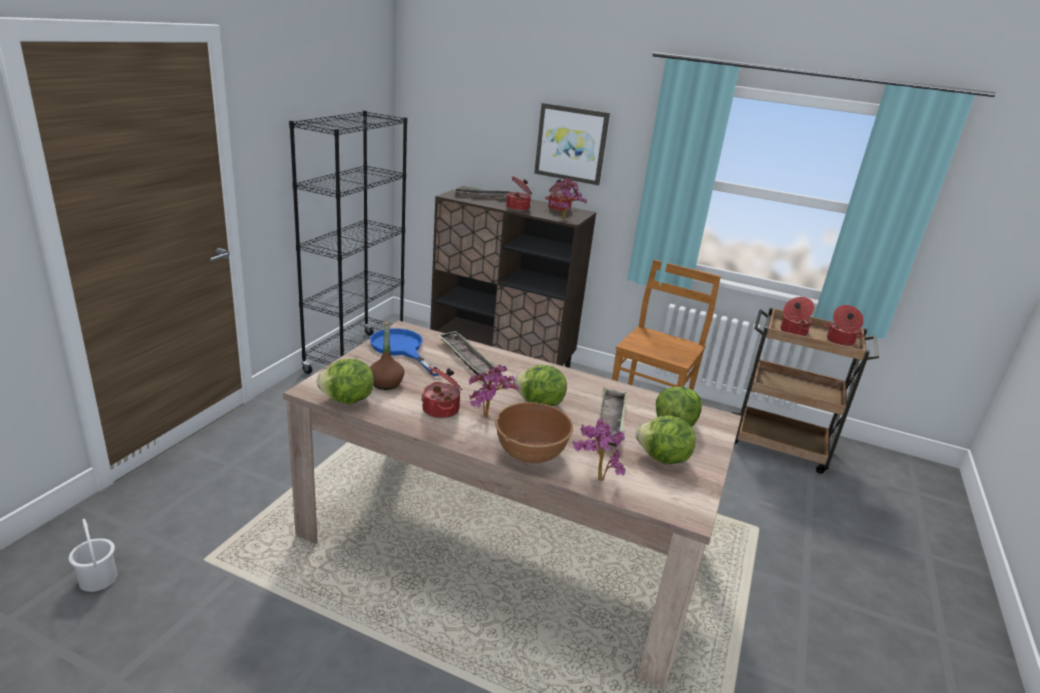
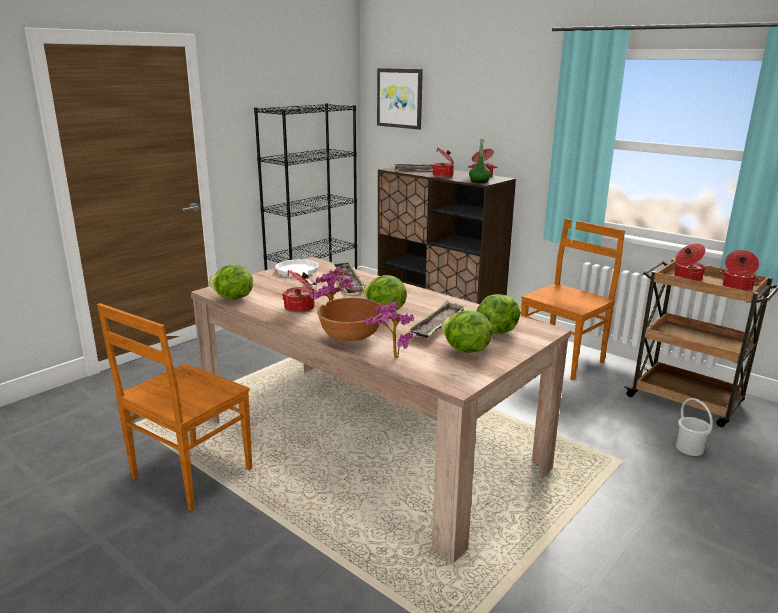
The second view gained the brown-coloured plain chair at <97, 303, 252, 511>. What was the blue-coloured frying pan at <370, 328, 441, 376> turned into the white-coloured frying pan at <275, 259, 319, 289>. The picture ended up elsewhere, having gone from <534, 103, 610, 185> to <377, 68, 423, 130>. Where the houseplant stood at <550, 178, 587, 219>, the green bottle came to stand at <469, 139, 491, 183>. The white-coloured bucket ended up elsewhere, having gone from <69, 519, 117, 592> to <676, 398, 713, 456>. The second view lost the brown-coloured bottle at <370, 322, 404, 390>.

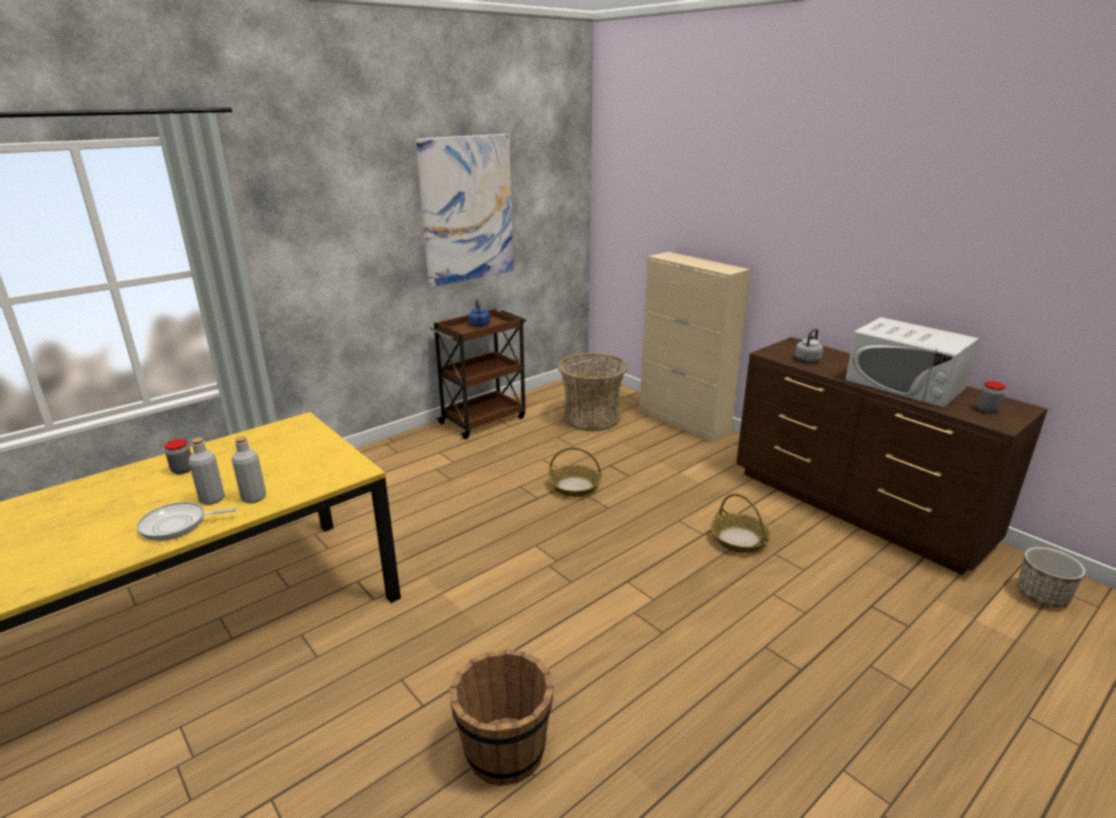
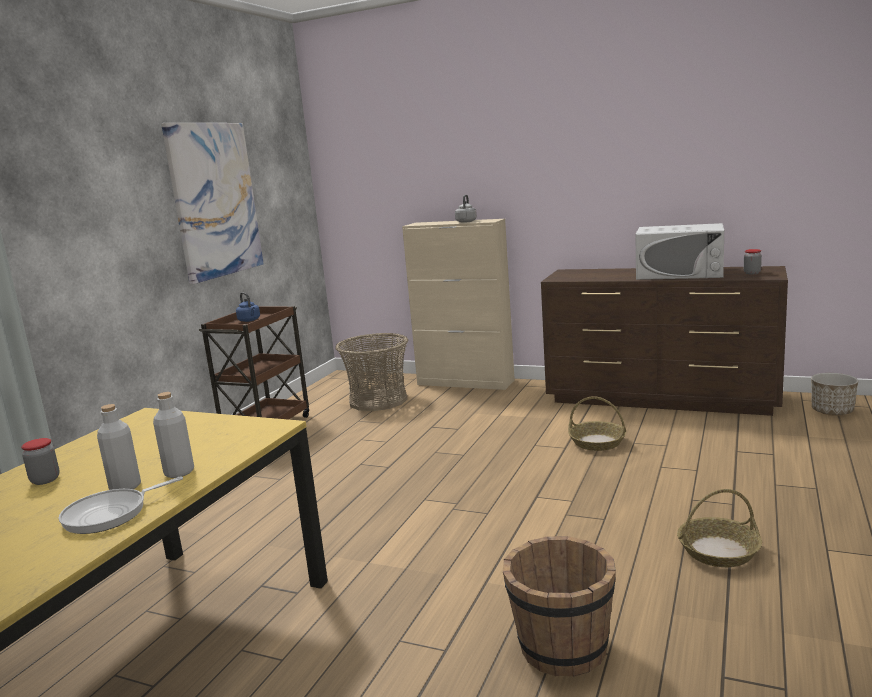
The grey kettle ended up elsewhere, having gone from <795, 328, 823, 362> to <455, 195, 477, 223>. The household basket ended up elsewhere, having gone from <549, 447, 601, 497> to <677, 489, 762, 567>.

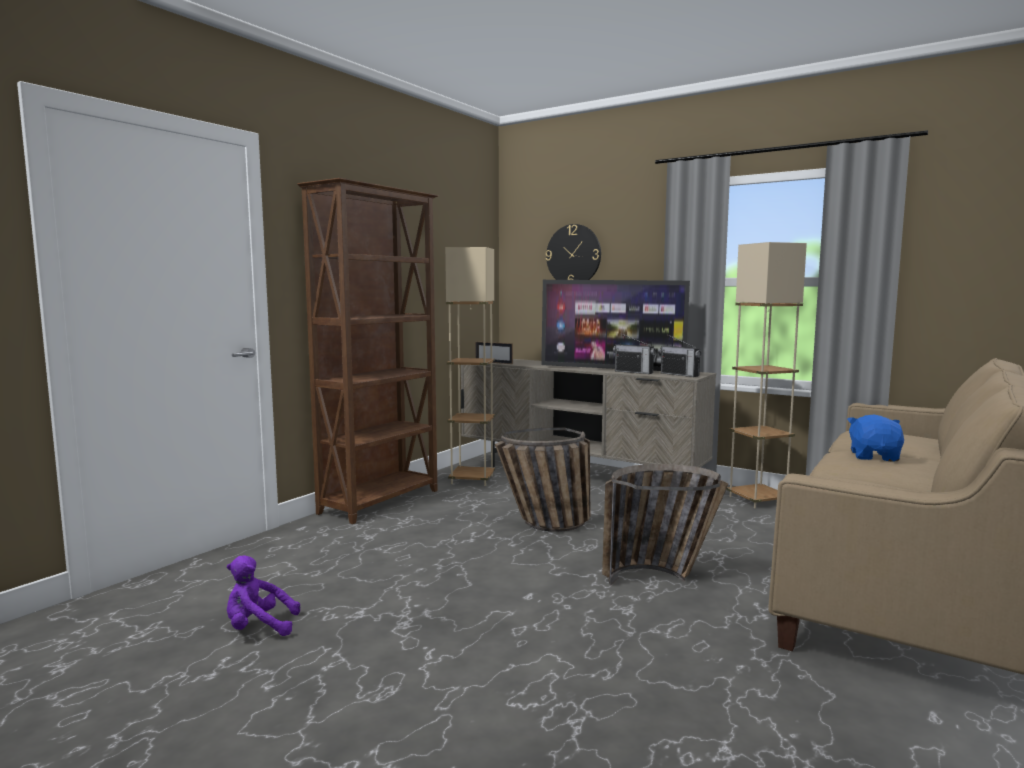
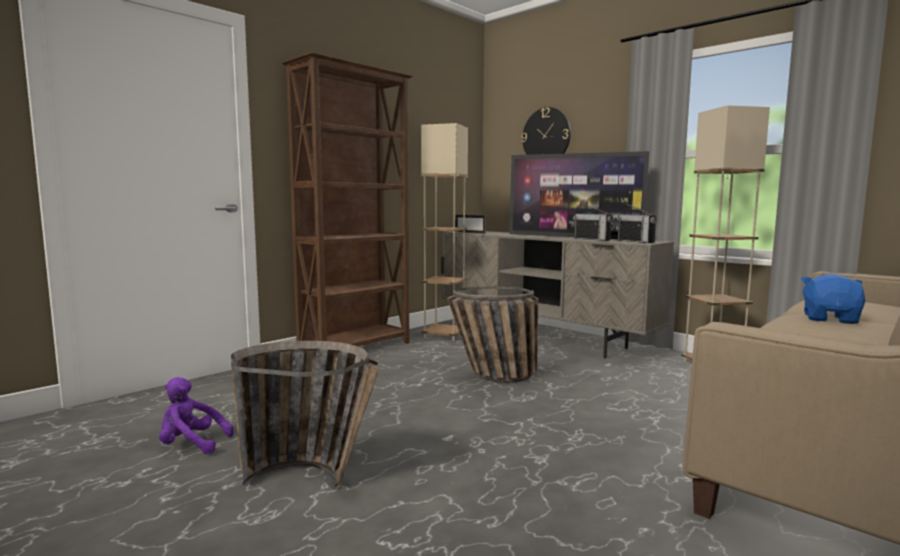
The household basket ended up elsewhere, having gone from <602, 464, 728, 585> to <231, 341, 380, 490>.

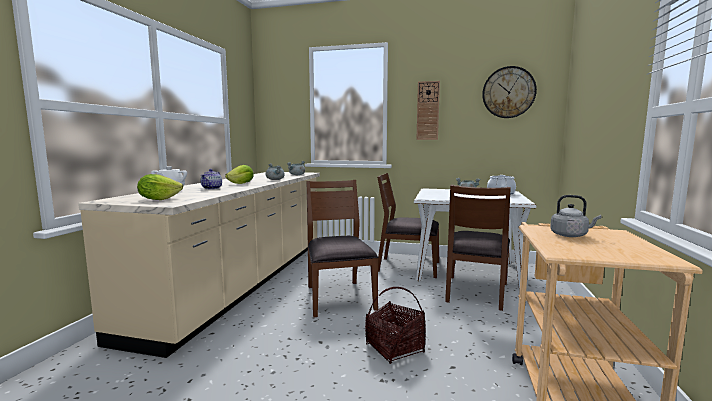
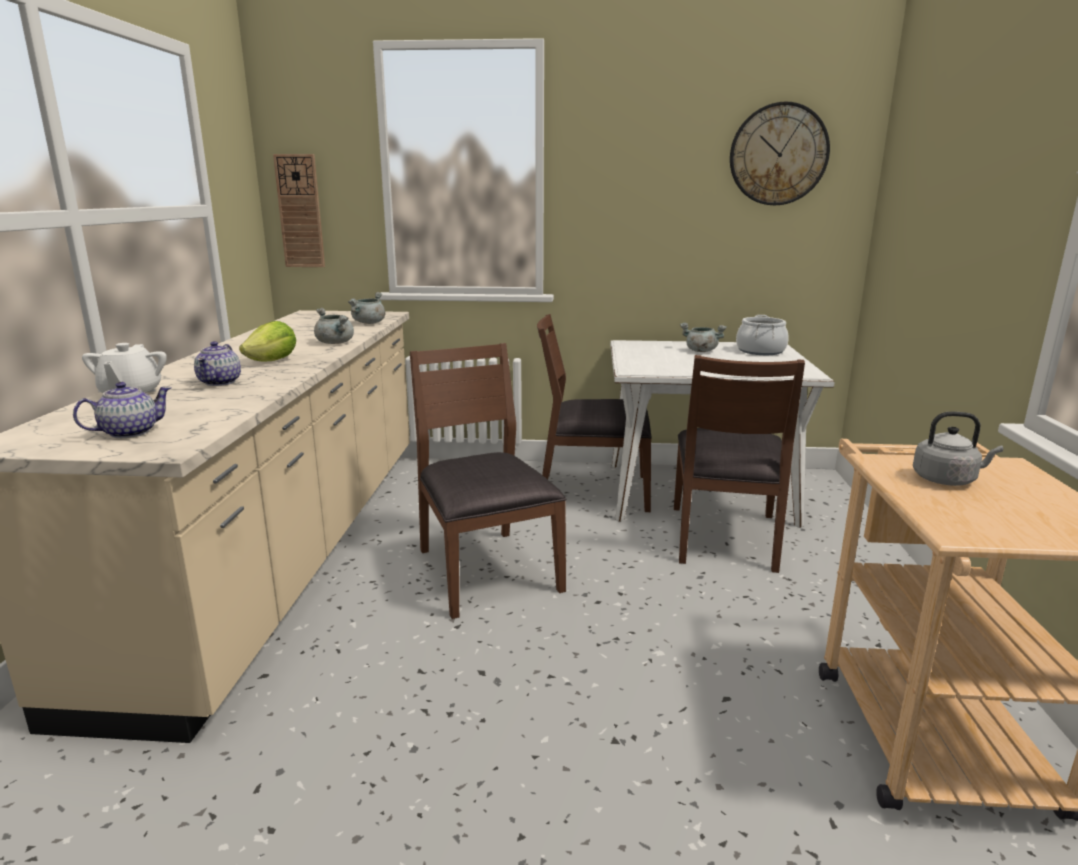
Where the lettuce stood at <137, 174, 183, 200>, the pot for tea came to stand at <73, 382, 171, 438>. The wall clock ended up elsewhere, having gone from <416, 81, 440, 140> to <273, 154, 325, 267>. The second view lost the household basket at <365, 287, 426, 364>.

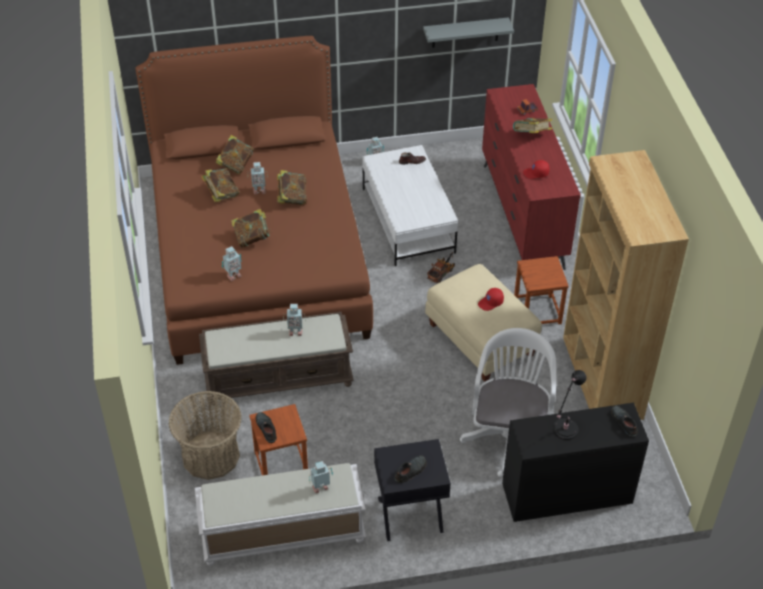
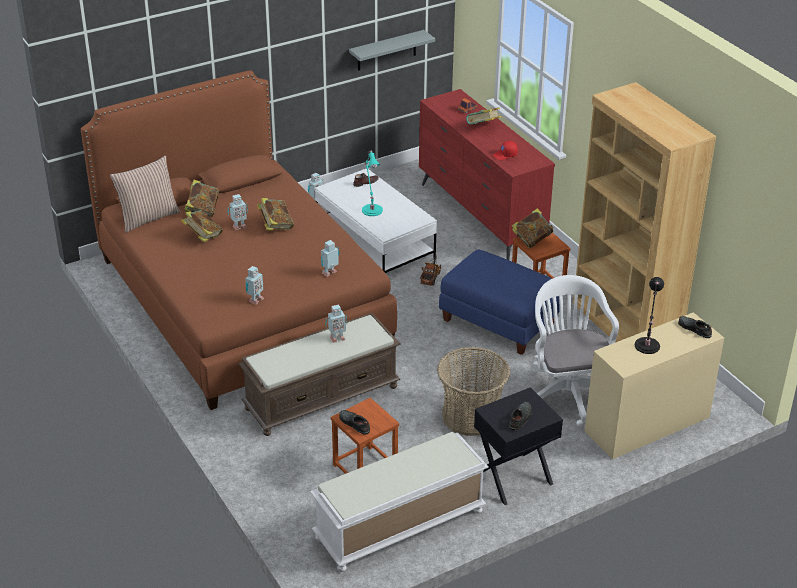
The second view gained the pillow at <110, 156, 181, 233>. The robot figure ended up elsewhere, having gone from <309, 461, 333, 493> to <321, 240, 339, 277>. The second view gained the blue-green tabletop lamp at <362, 150, 383, 216>. The household basket ended up elsewhere, having gone from <168, 391, 242, 480> to <437, 347, 510, 436>. What was the sand-coloured ottoman at <425, 264, 542, 382> turned into the blue-coloured ottoman at <439, 250, 560, 355>. The book ended up elsewhere, having gone from <231, 209, 271, 247> to <512, 208, 554, 248>. What was the black-coloured desk at <502, 403, 649, 522> turned into the sand-coloured desk at <585, 312, 724, 459>. The second view lost the reddish cap at <478, 288, 504, 311>.

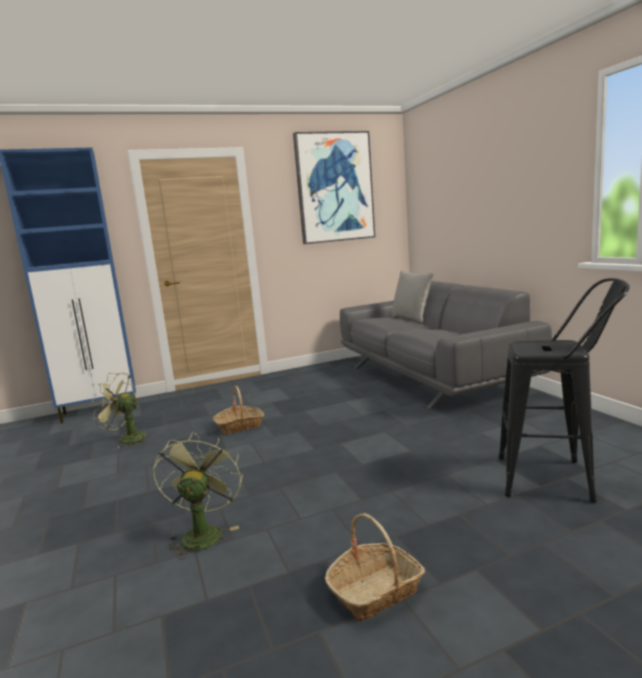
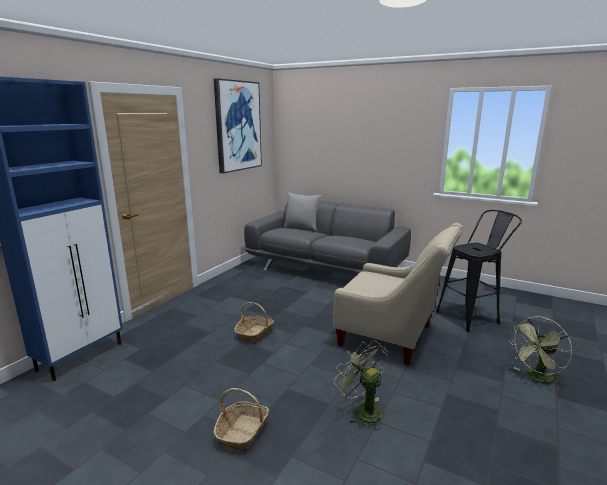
The household basket ended up elsewhere, having gone from <325, 513, 425, 621> to <214, 388, 269, 452>. The second view gained the sand-coloured armchair at <333, 223, 464, 365>. The green cooling fan ended up elsewhere, having gone from <92, 373, 149, 448> to <509, 316, 572, 389>.

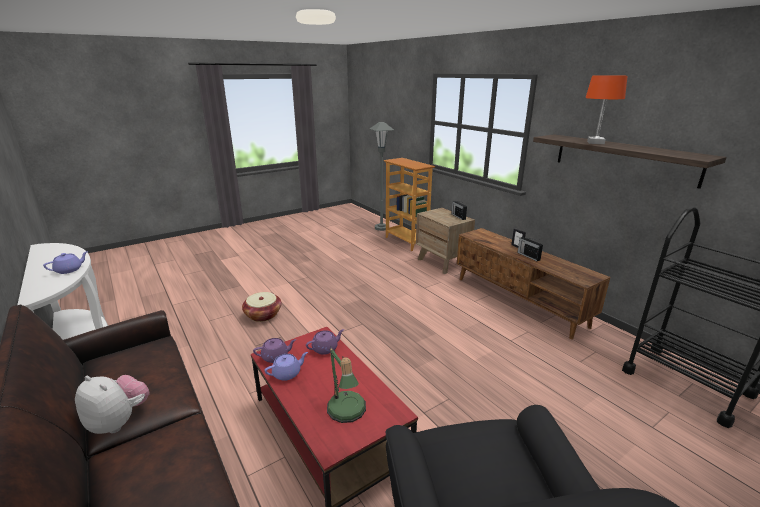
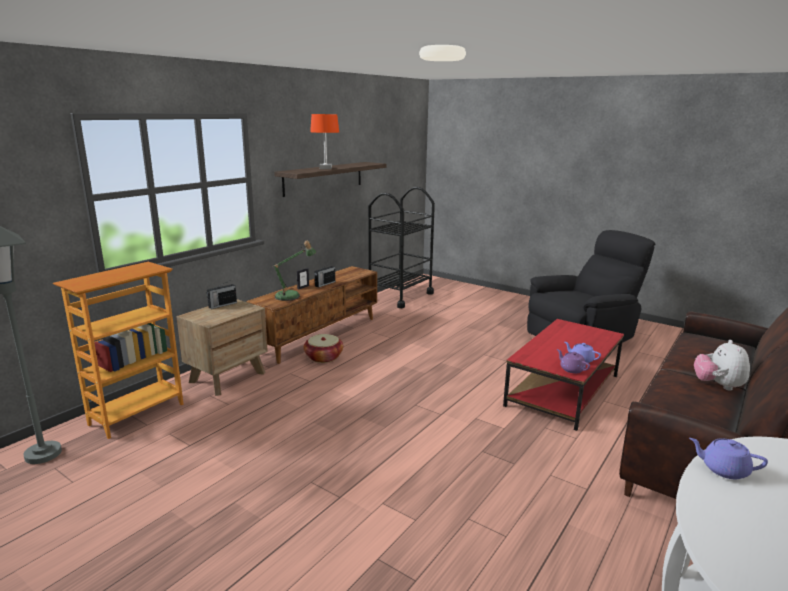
The tabletop lamp ended up elsewhere, having gone from <327, 347, 366, 423> to <273, 241, 316, 301>. The household basket ended up elsewhere, having gone from <242, 292, 282, 322> to <304, 334, 343, 363>. The second view lost the purple pot for tea at <306, 329, 344, 355>.

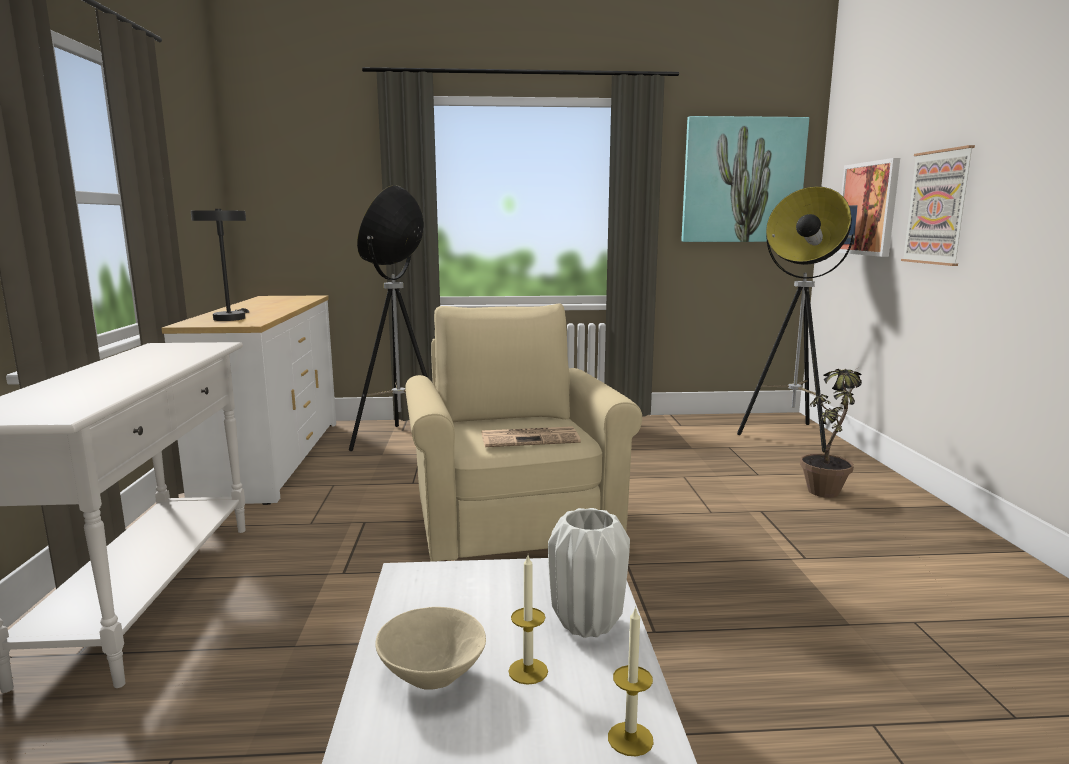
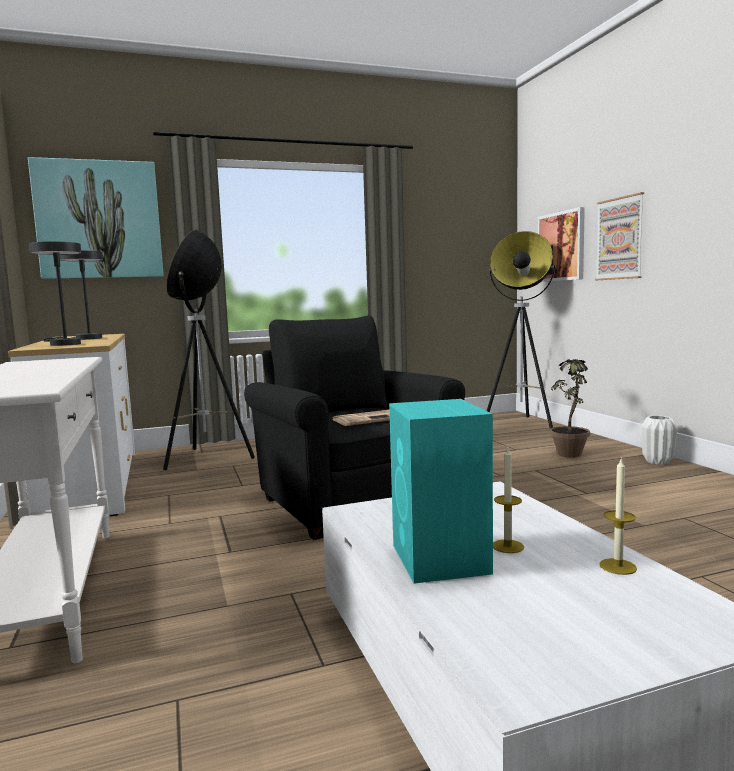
The picture ended up elsewhere, having gone from <681, 116, 809, 242> to <28, 157, 163, 279>. The second view gained the grey tabletop lamp at <43, 250, 103, 342>. What was the sand-coloured armchair at <405, 303, 642, 562> turned into the black-coloured armchair at <244, 315, 465, 540>. Where the sand-coloured bowl stood at <376, 607, 486, 690>, the blue-green loudspeaker came to stand at <389, 399, 493, 584>. The white-coloured decorative vase ended up elsewhere, having gone from <548, 508, 630, 638> to <642, 415, 677, 465>.

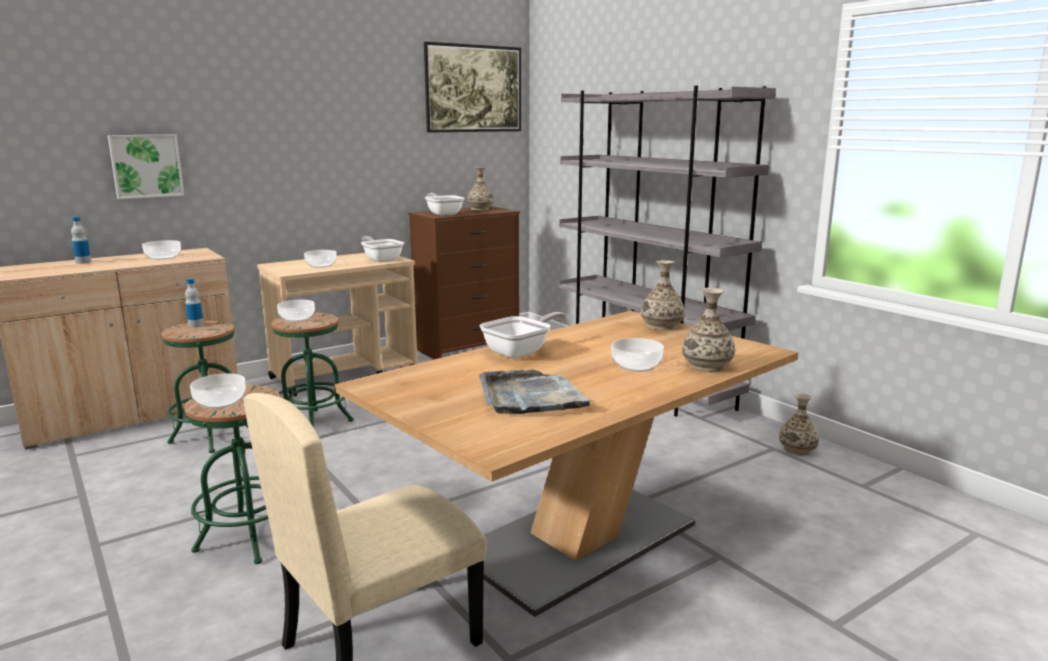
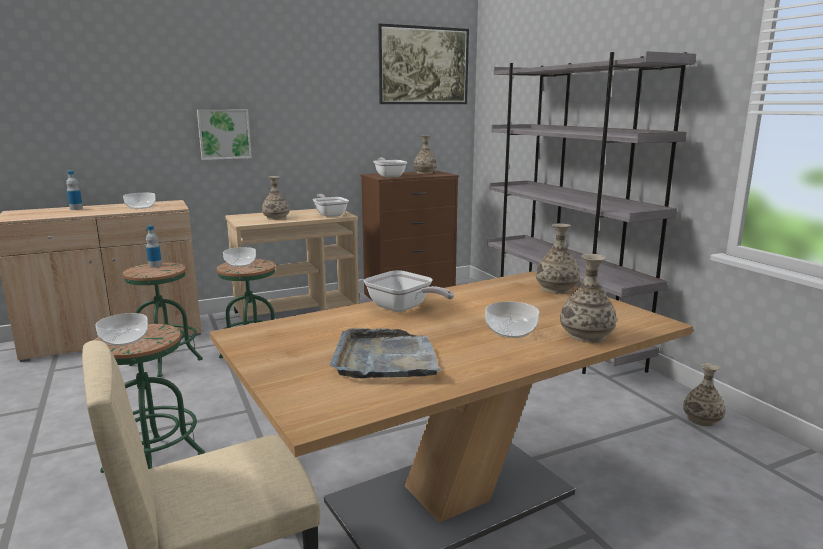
The picture ended up elsewhere, having gone from <108, 134, 185, 199> to <197, 109, 252, 160>. Where the bowl stood at <304, 250, 337, 268>, the decorative vase came to stand at <262, 176, 290, 220>. The frying pan at <479, 312, 566, 359> ended up facing another way, 75 degrees clockwise from before.

